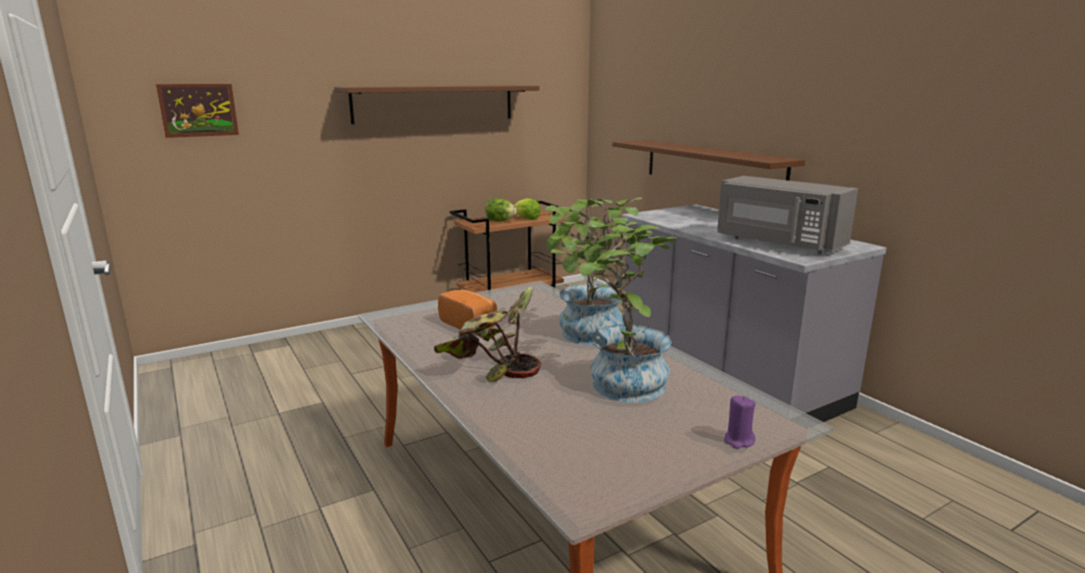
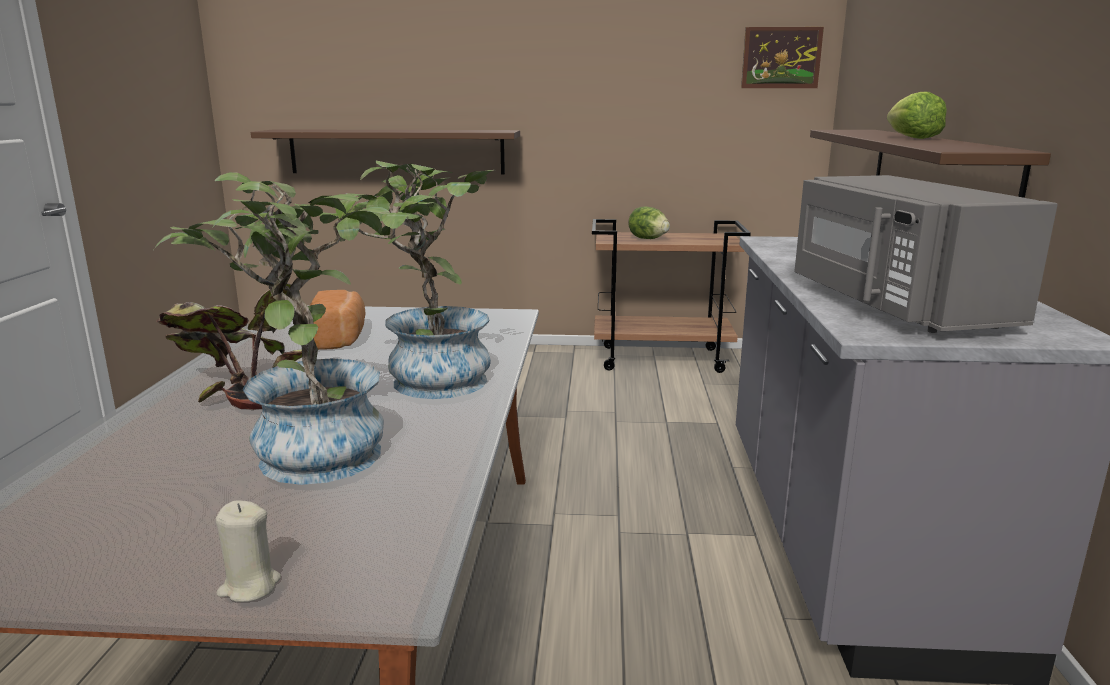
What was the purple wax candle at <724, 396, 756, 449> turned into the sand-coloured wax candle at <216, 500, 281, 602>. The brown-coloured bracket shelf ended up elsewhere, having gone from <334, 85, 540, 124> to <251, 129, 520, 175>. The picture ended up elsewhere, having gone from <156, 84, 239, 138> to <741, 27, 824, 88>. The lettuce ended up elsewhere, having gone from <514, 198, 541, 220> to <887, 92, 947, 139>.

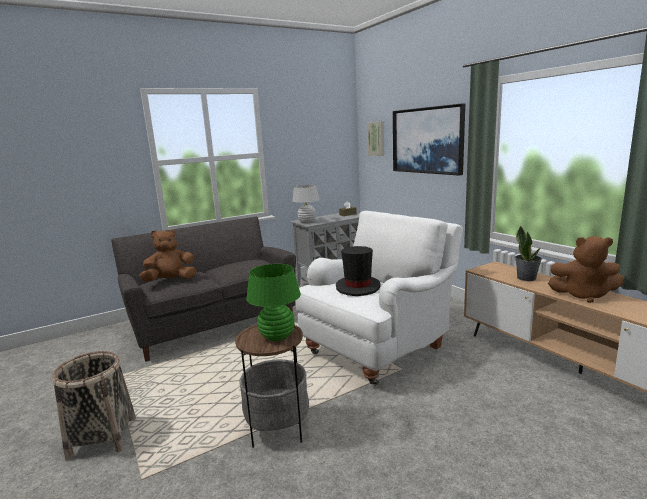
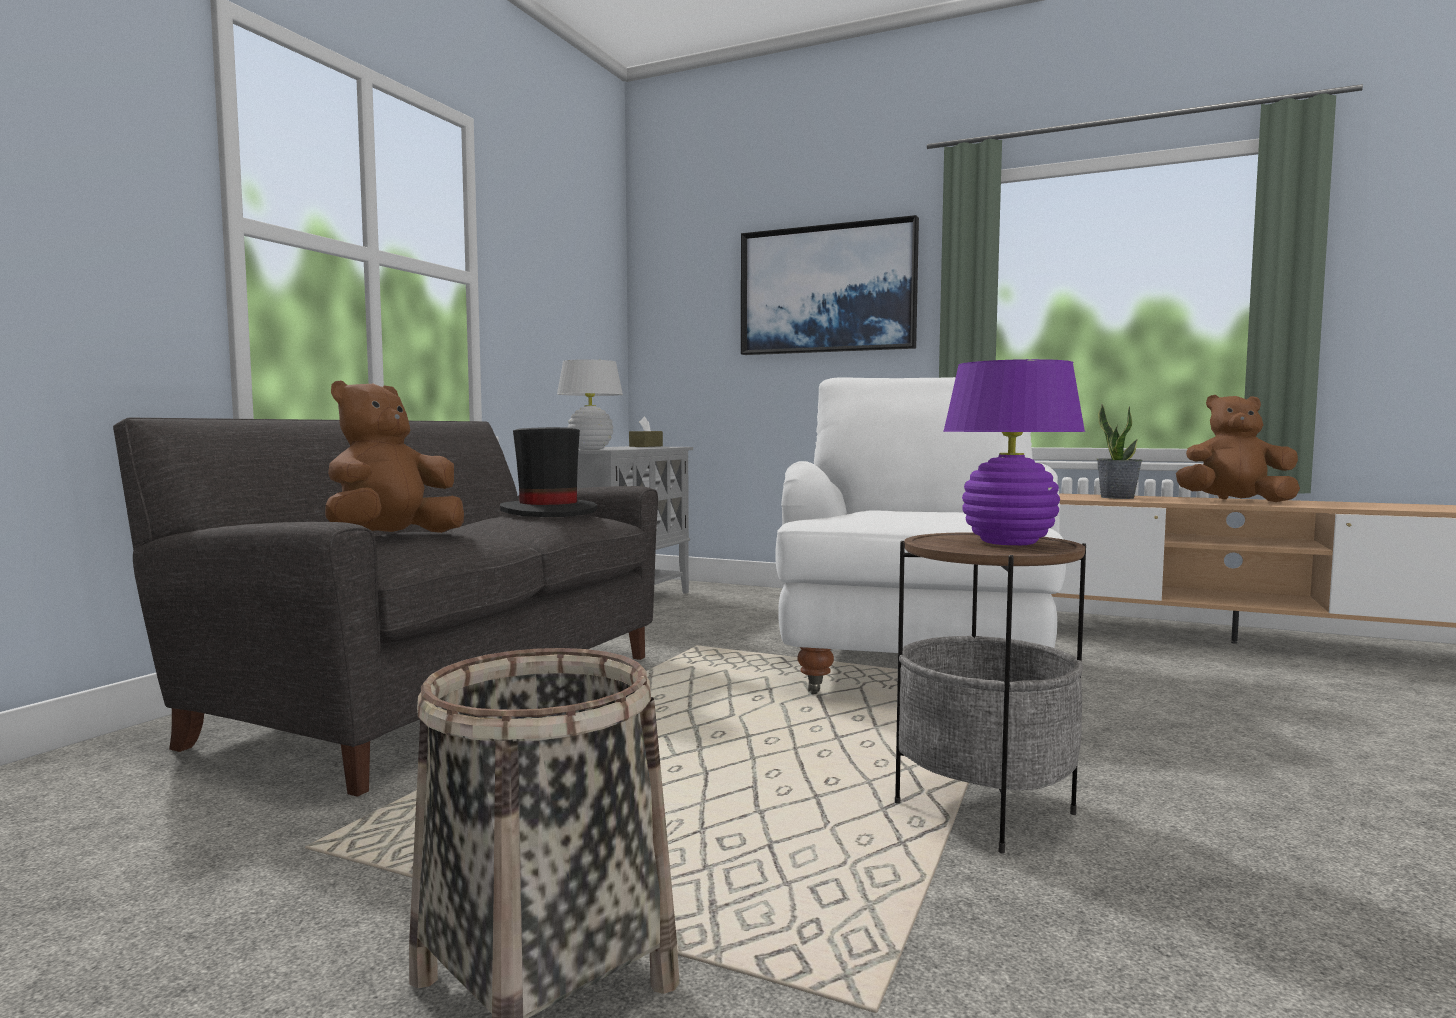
The black-coloured wearable hat ended up elsewhere, having gone from <336, 246, 381, 296> to <500, 427, 597, 517>. What was the green tabletop lamp at <246, 264, 301, 341> turned into the purple tabletop lamp at <943, 359, 1085, 545>. The brown-coloured soft toy at <548, 236, 624, 303> ended up facing another way, 150 degrees counterclockwise from before. The second view lost the picture at <367, 121, 384, 156>.

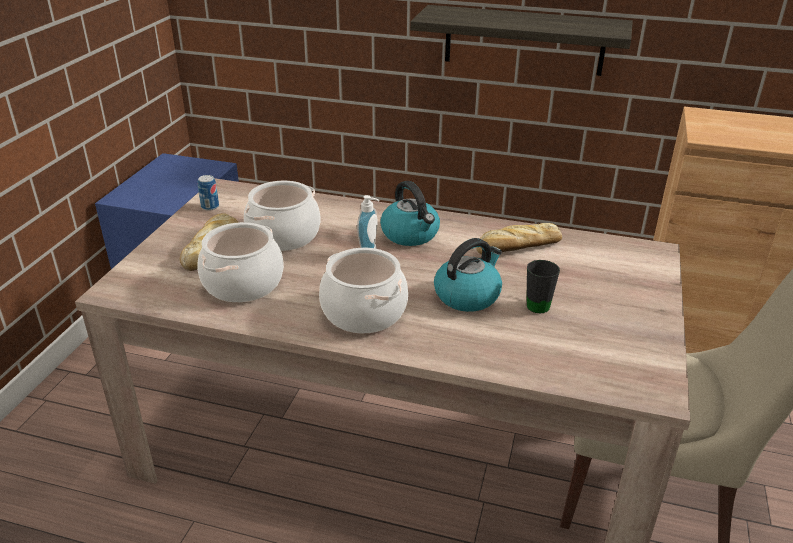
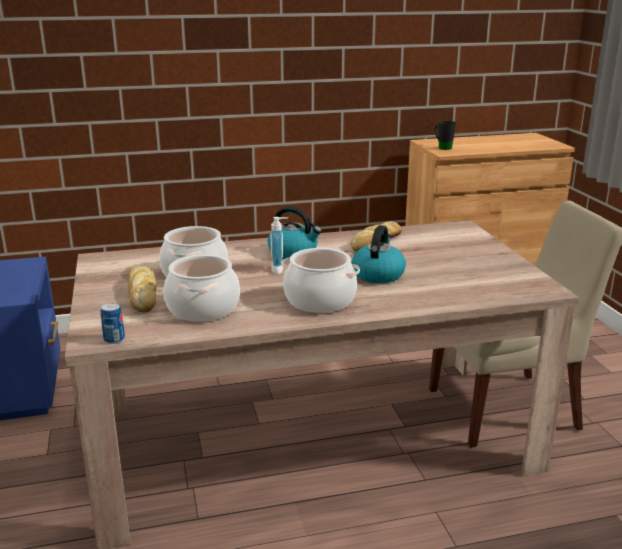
The can ended up elsewhere, having gone from <198, 175, 219, 211> to <100, 303, 125, 344>. The black-coloured tea mug ended up elsewhere, having gone from <527, 260, 560, 313> to <435, 121, 456, 150>. The second view lost the bracket shelf at <410, 5, 633, 76>.

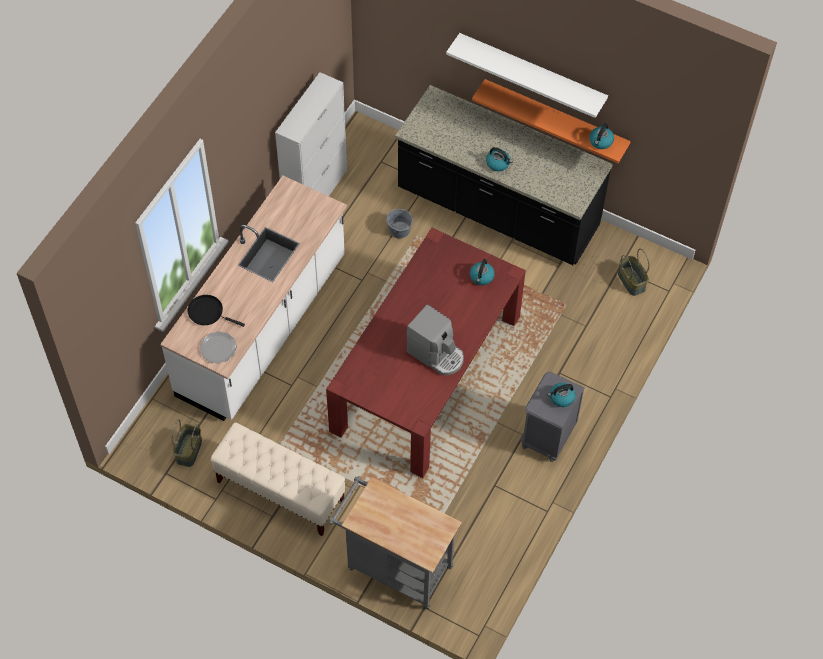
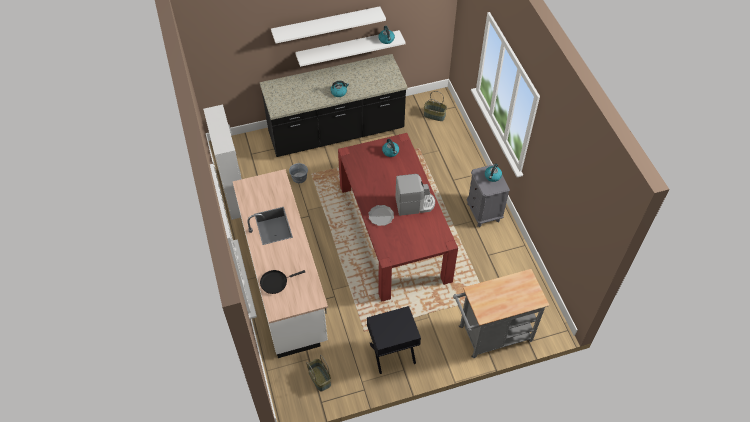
What was the orange-coloured bracket shelf at <472, 79, 631, 163> turned into the white-coloured bracket shelf at <295, 30, 406, 67>. Where the sand-coloured indoor bench stood at <211, 422, 346, 536>, the black-coloured bedside table came to stand at <367, 306, 421, 374>. The dinner plate ended up elsewhere, having gone from <200, 331, 237, 364> to <368, 205, 394, 226>.

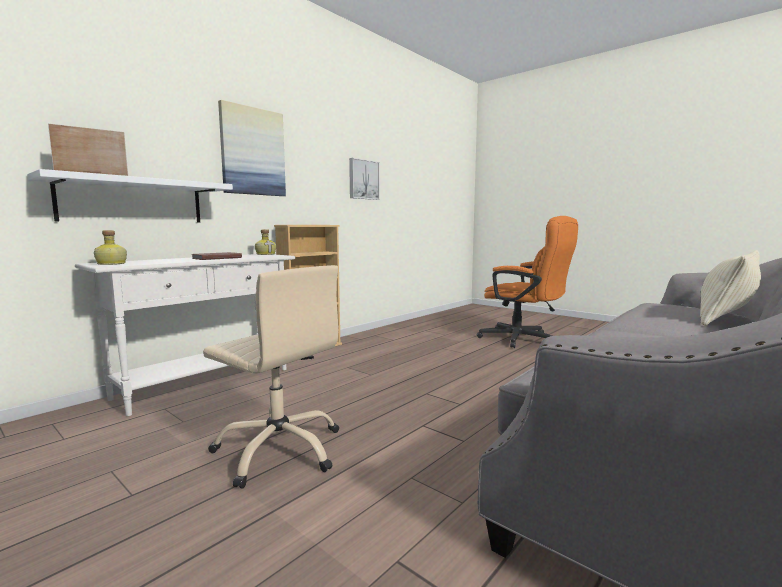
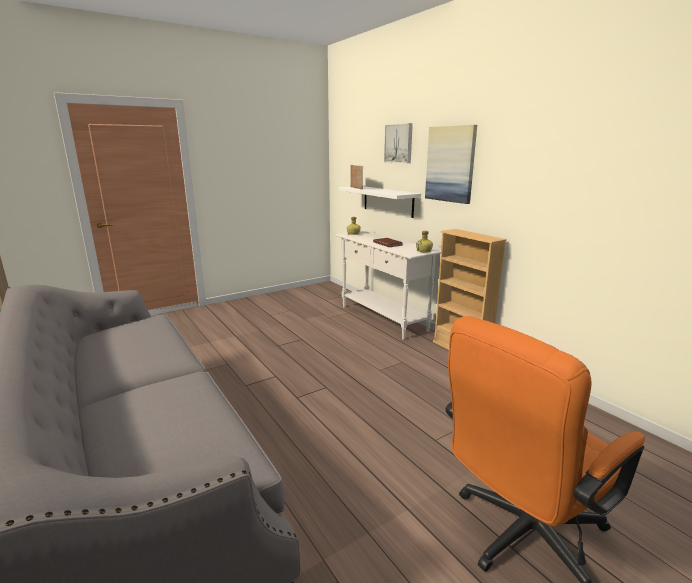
The picture ended up elsewhere, having gone from <349, 158, 380, 200> to <384, 123, 413, 163>. The second view lost the sand-coloured office chair at <203, 265, 339, 489>. The second view lost the sand-coloured pillow at <700, 250, 761, 326>.

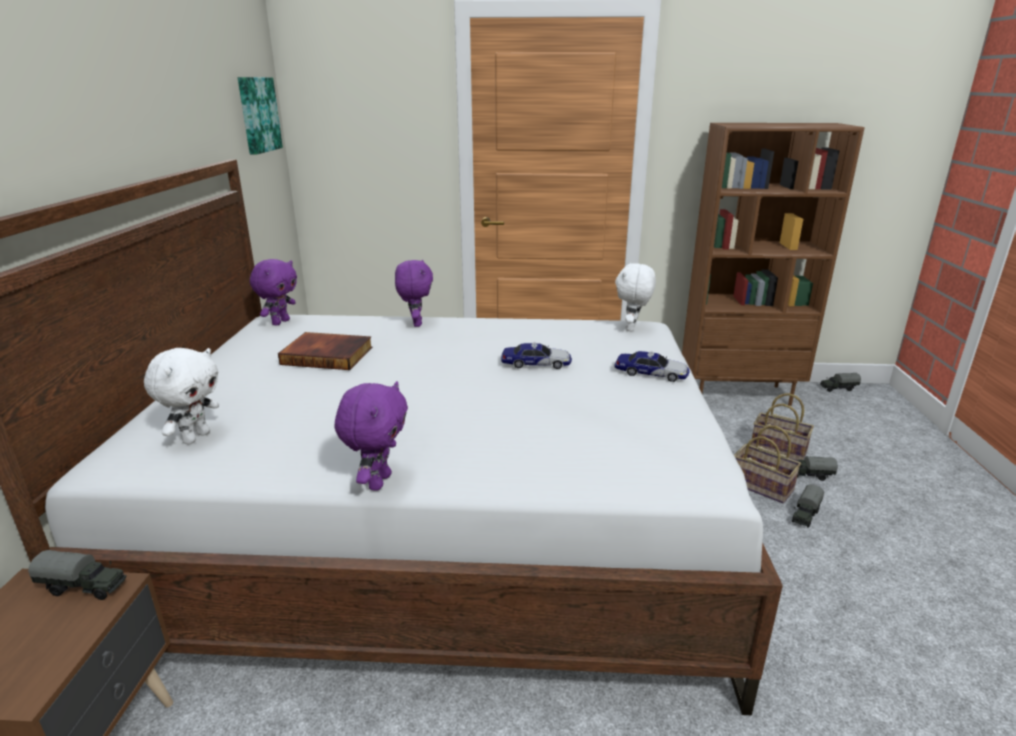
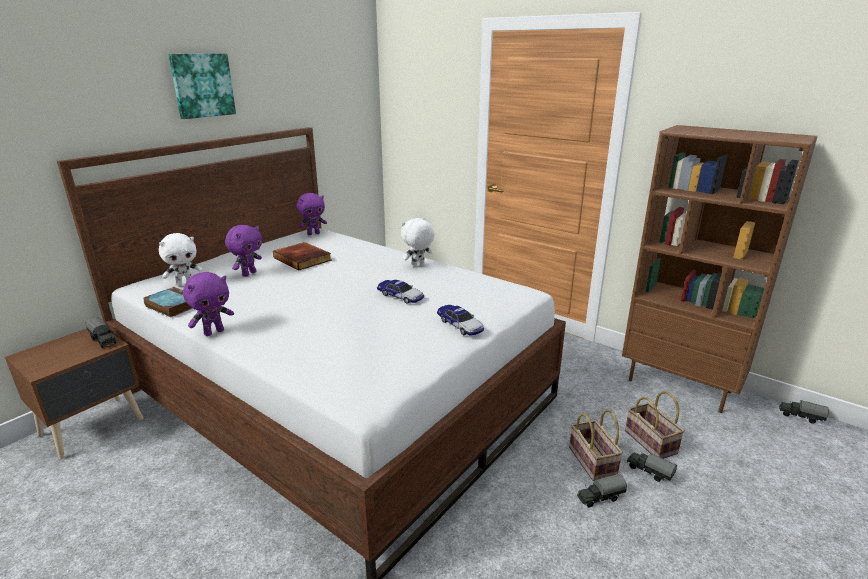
The second view gained the book at <144, 287, 192, 317>. The picture ended up elsewhere, having gone from <238, 77, 283, 155> to <168, 54, 236, 119>. The purple soft toy ended up elsewhere, having gone from <395, 260, 433, 327> to <225, 225, 262, 277>. The white-coloured soft toy ended up elsewhere, having gone from <615, 263, 656, 331> to <401, 218, 435, 267>.

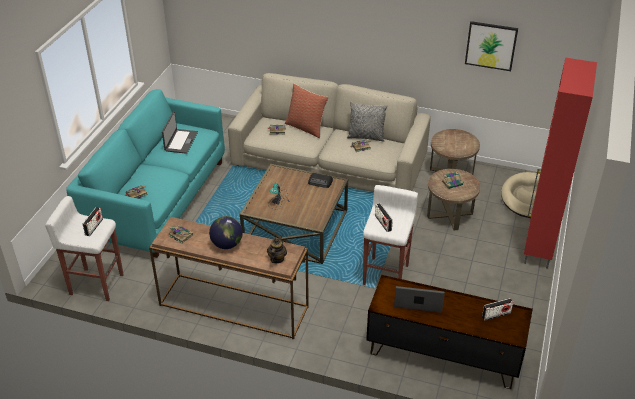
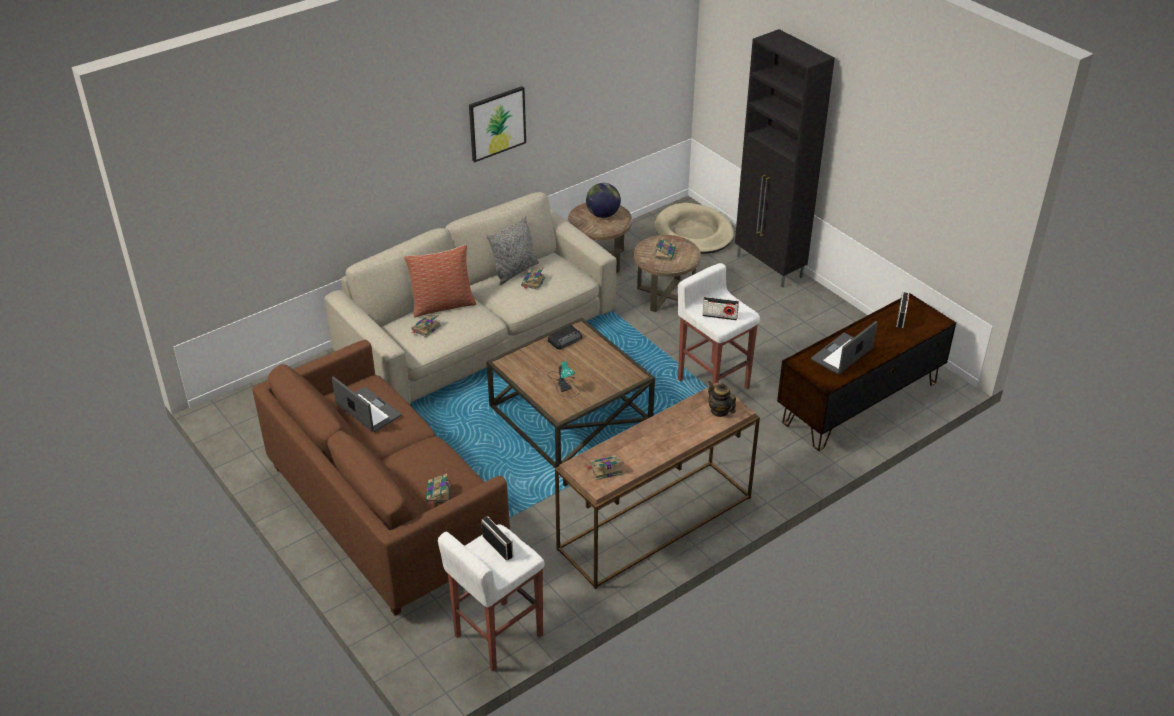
What was the blue-green settee at <66, 89, 225, 258> turned into the brown-coloured settee at <252, 340, 510, 616>. The picture ended up elsewhere, having gone from <465, 21, 518, 71> to <469, 86, 526, 162>. The globe ended up elsewhere, having gone from <209, 216, 243, 249> to <586, 183, 621, 218>. What was the reddish storage cabinet at <524, 58, 597, 269> turned into the black-coloured storage cabinet at <735, 29, 835, 288>.

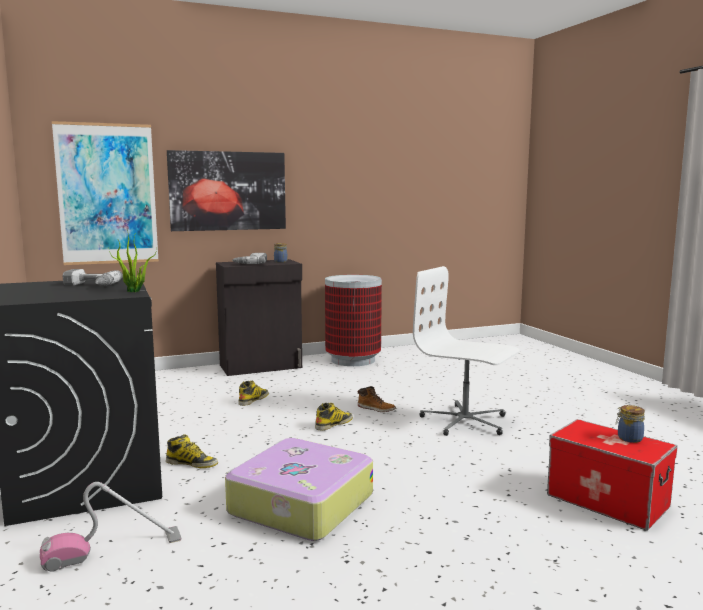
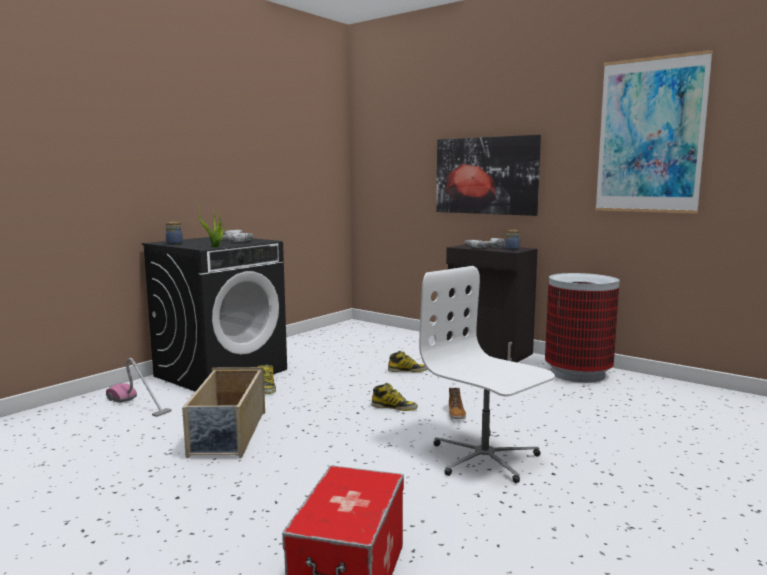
The storage jar ended up elsewhere, having gone from <616, 405, 645, 443> to <165, 222, 183, 245>. Where the suitcase stood at <225, 438, 373, 541>, the sand-coloured storage box came to stand at <182, 367, 265, 458>. The white-coloured office chair at <413, 266, 520, 436> ended up facing another way, 45 degrees counterclockwise from before. The picture ended up elsewhere, having gone from <52, 121, 159, 265> to <595, 50, 713, 214>.

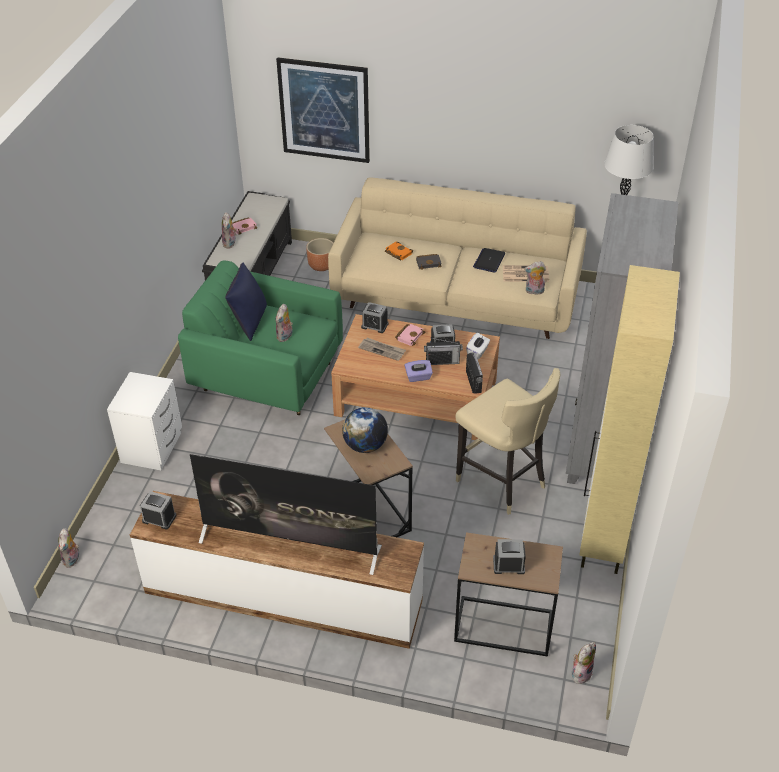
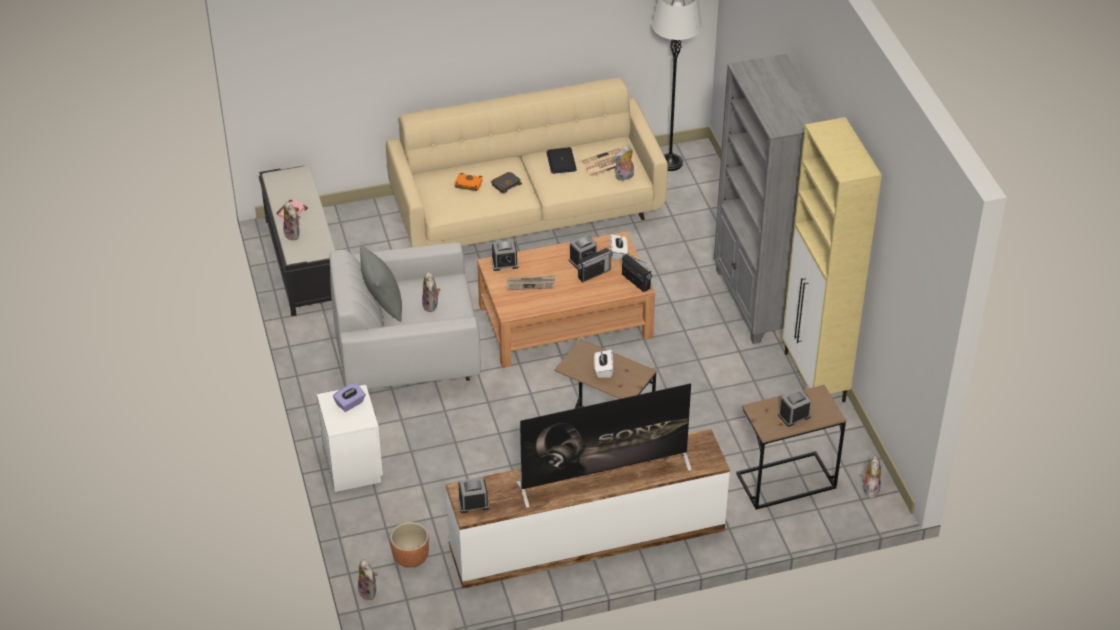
What was the green armchair at <178, 261, 343, 415> turned into the white-coloured armchair at <329, 242, 481, 389>. The purple tissue holder ended up elsewhere, having gone from <404, 360, 433, 382> to <333, 382, 366, 412>. What was the blue-coloured pillow at <225, 262, 267, 341> turned into the grey pillow at <360, 245, 402, 322>. The brown-coloured plant pot ended up elsewhere, having gone from <306, 238, 333, 271> to <390, 522, 429, 568>. Where the globe stood at <342, 407, 388, 453>, the white-coloured tissue holder came to stand at <594, 350, 613, 378>. The second view lost the picture at <276, 57, 370, 163>. The second view lost the pinkish book at <395, 324, 425, 346>. The second view lost the sand-coloured stool at <456, 368, 560, 515>.

